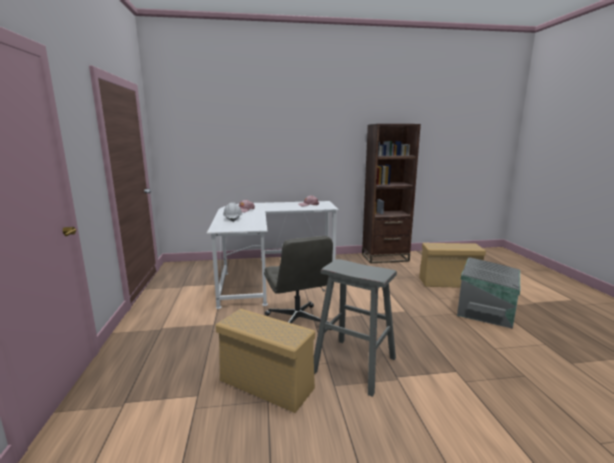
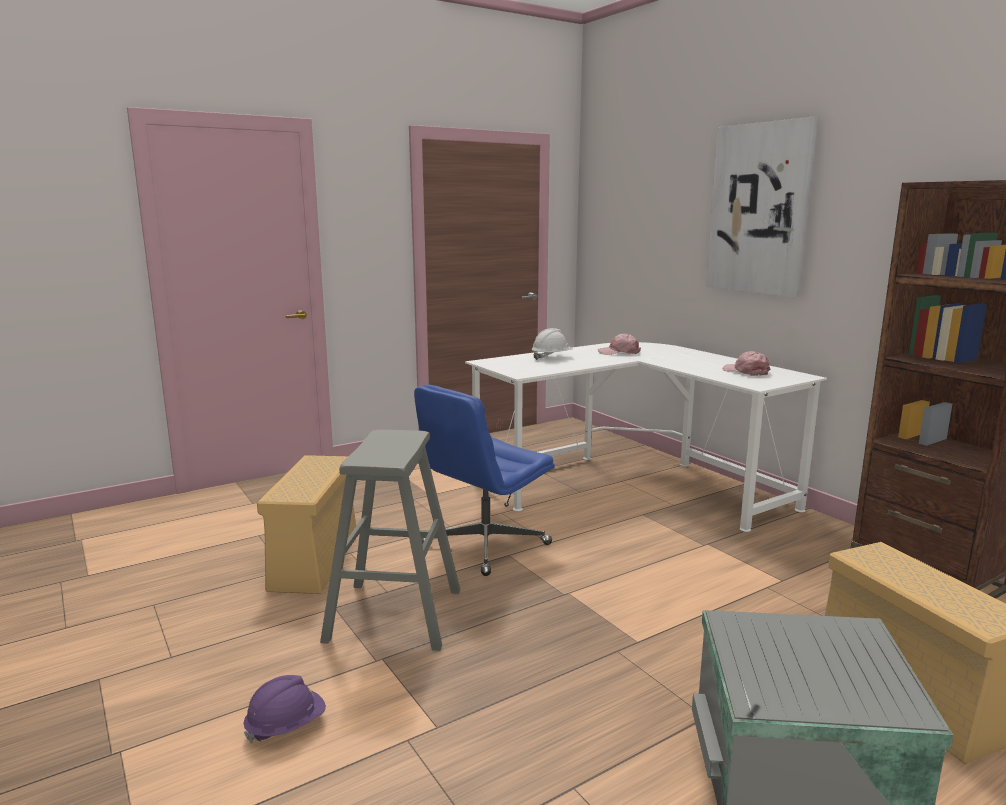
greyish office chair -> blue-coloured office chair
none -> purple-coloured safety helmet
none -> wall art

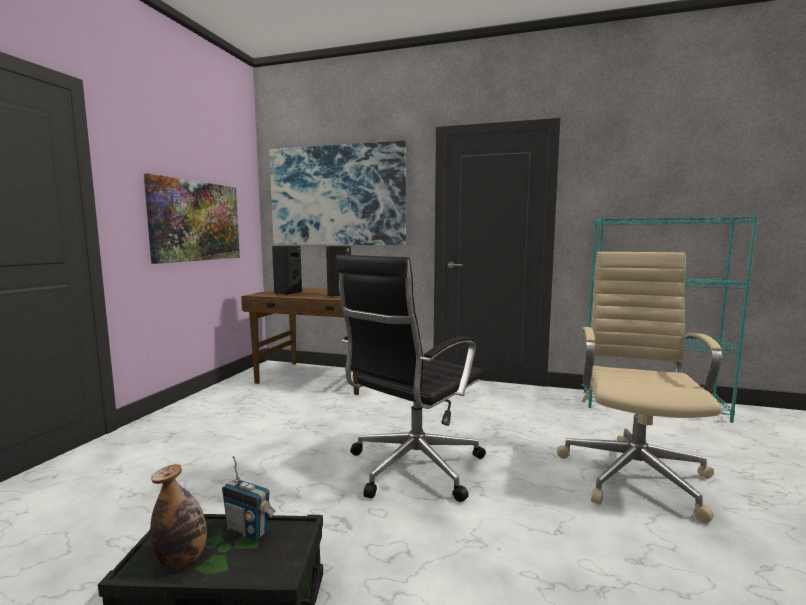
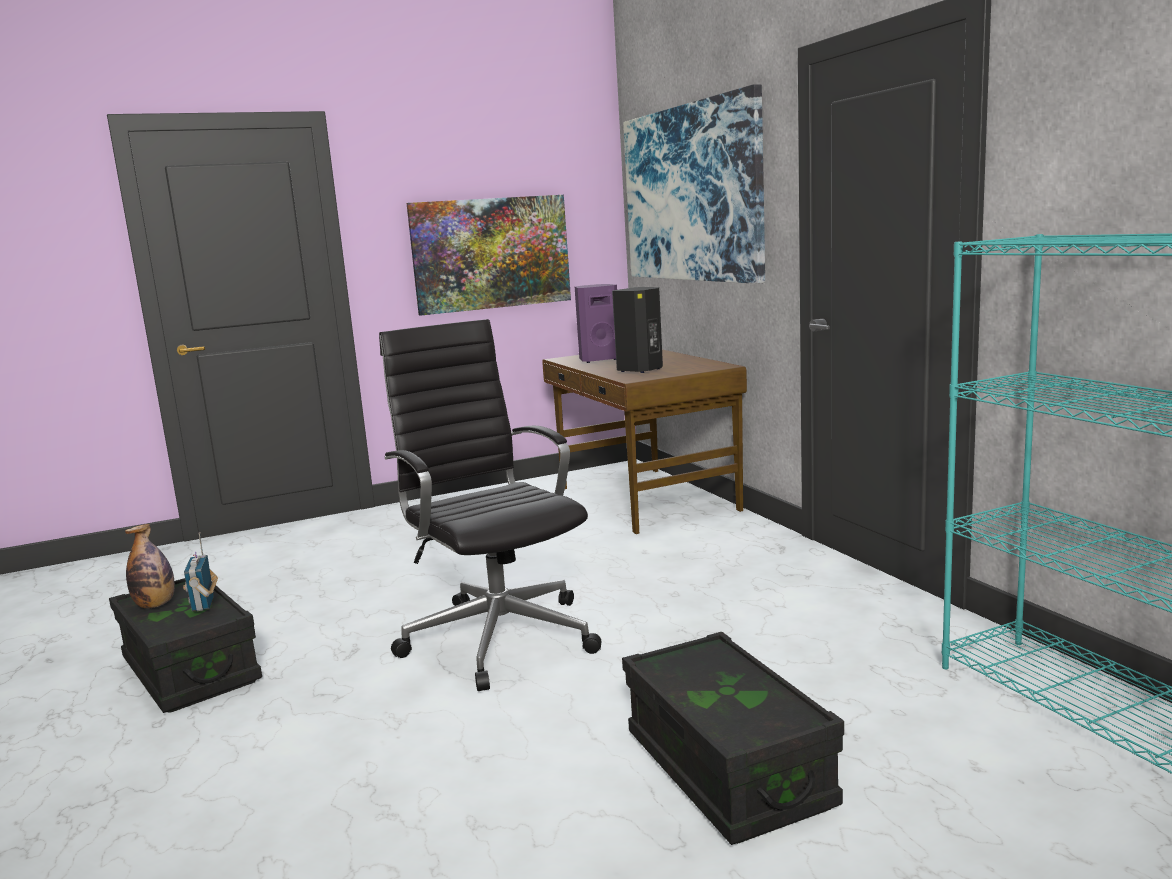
black speaker (1st from left) -> purple-coloured speaker
black office chair, 60 degrees clockwise
beige-coloured office chair -> black storage box (2nd from left)

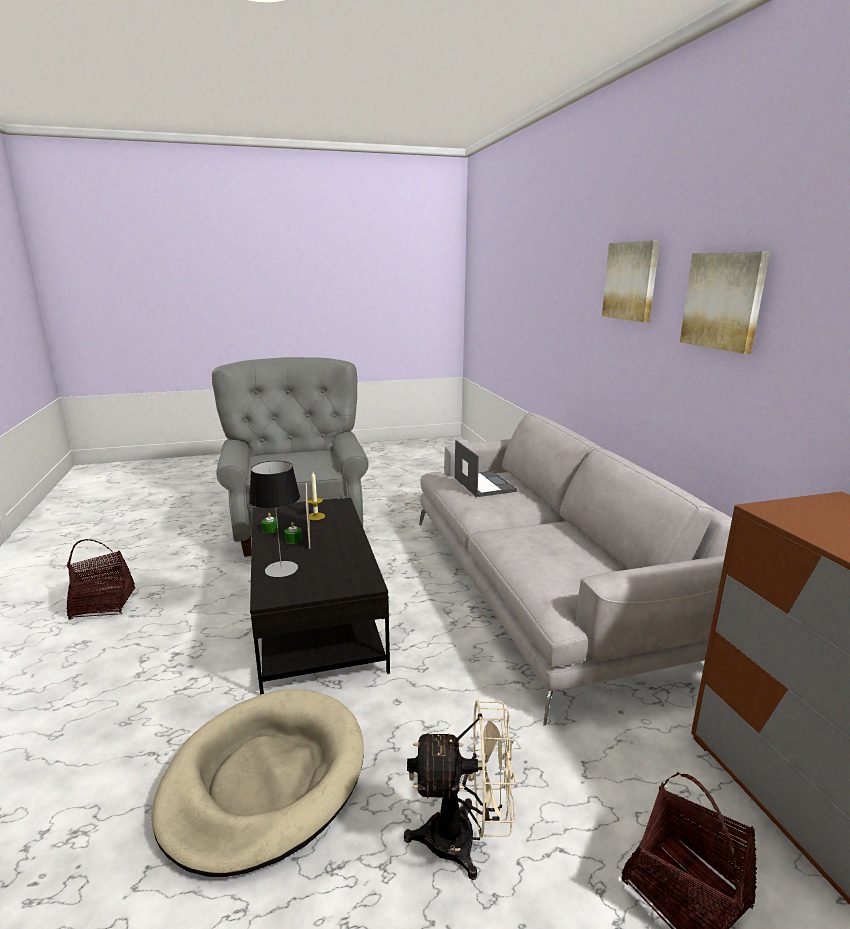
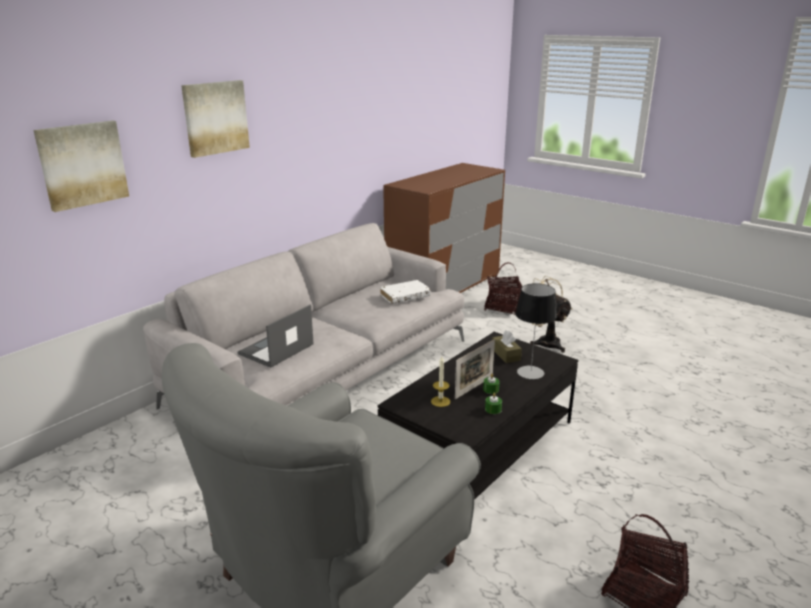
beige-coloured dog bed -> none
wall art (2nd from left in the first image) -> wall art (1st from left), move
none -> white-coloured book
none -> brown tissue holder

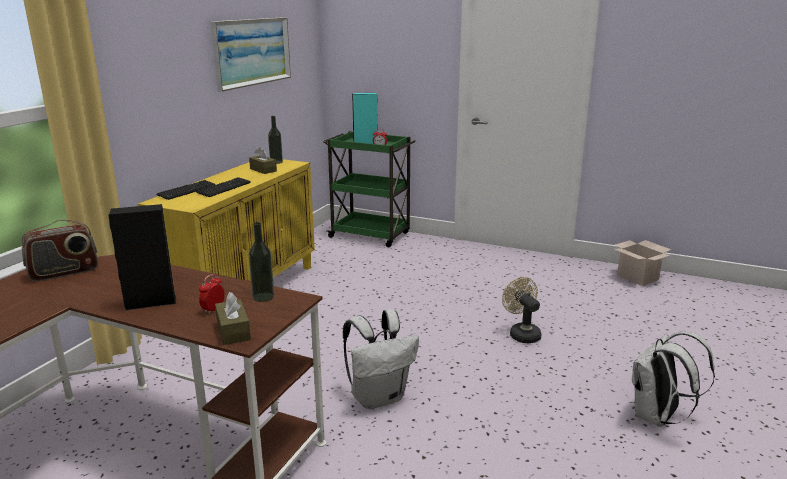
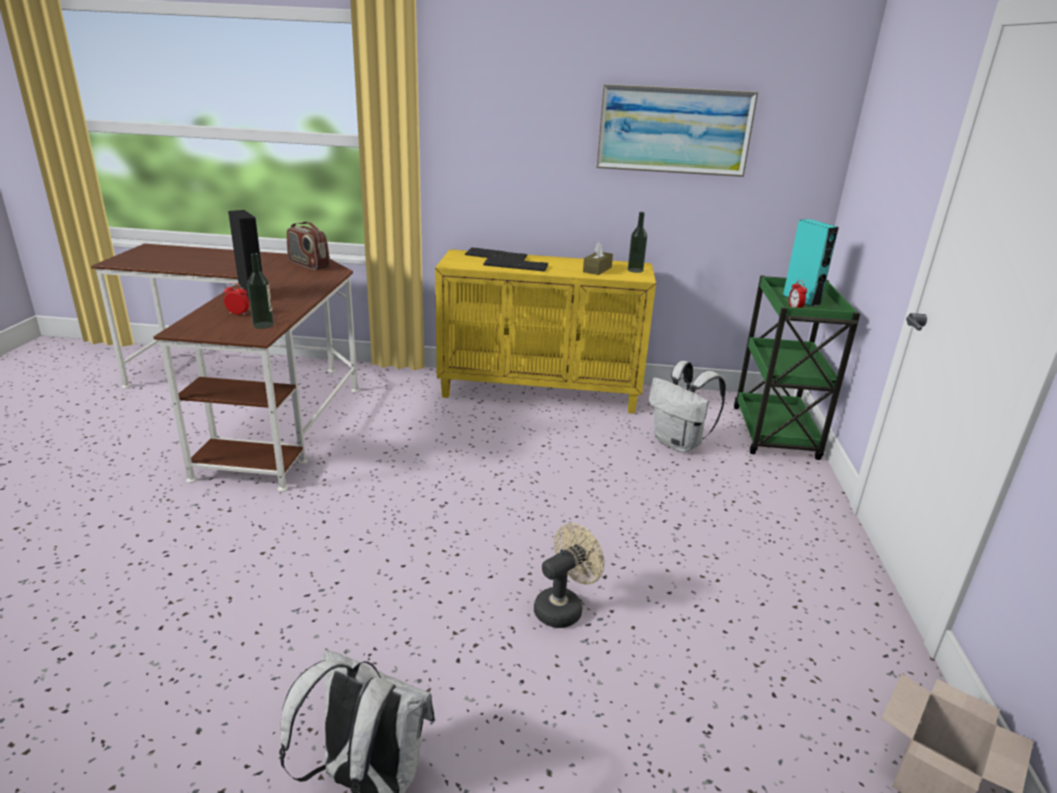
brown tissue holder (1st from left) -> none
white-coloured rucksack (1st from left in the first image) -> white-coloured rucksack (2nd from left), move

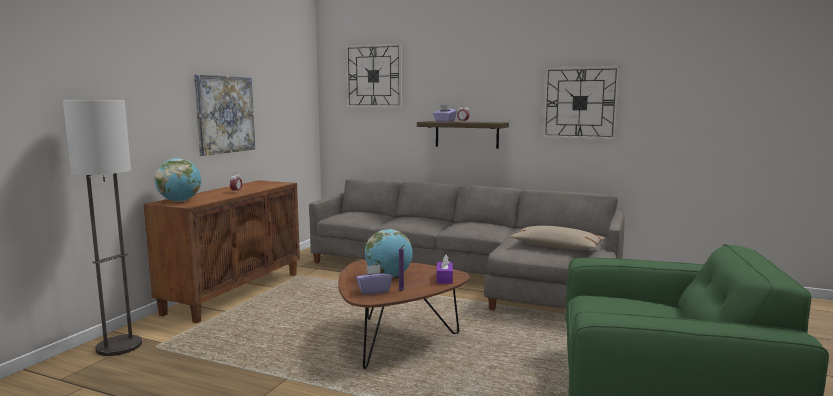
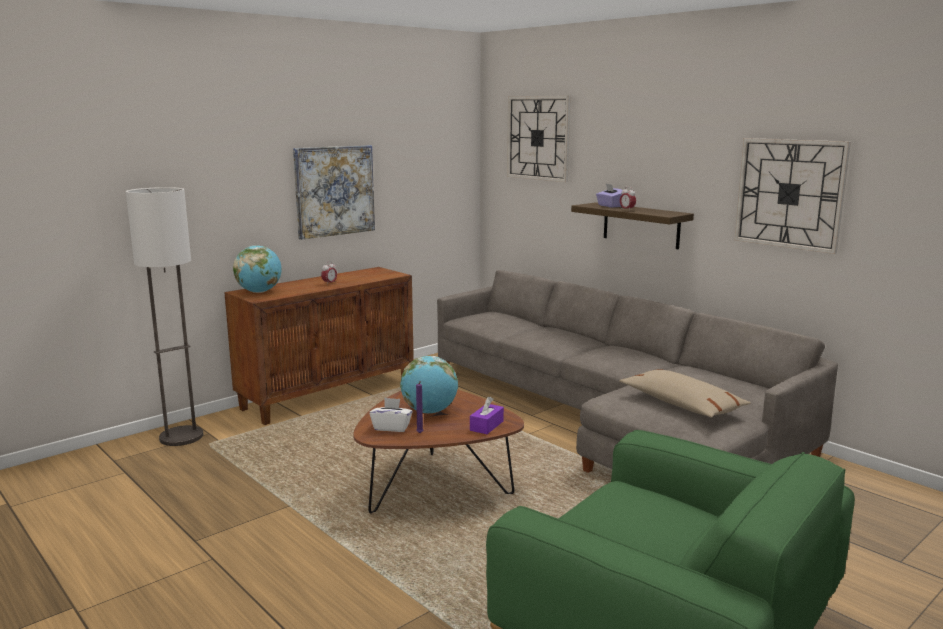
purple-coloured tissue holder (1st from left) -> white-coloured tissue holder

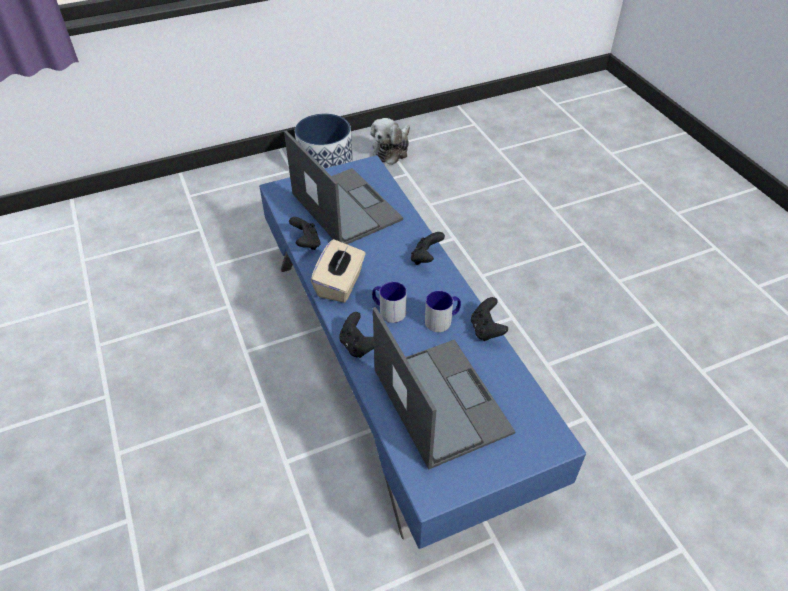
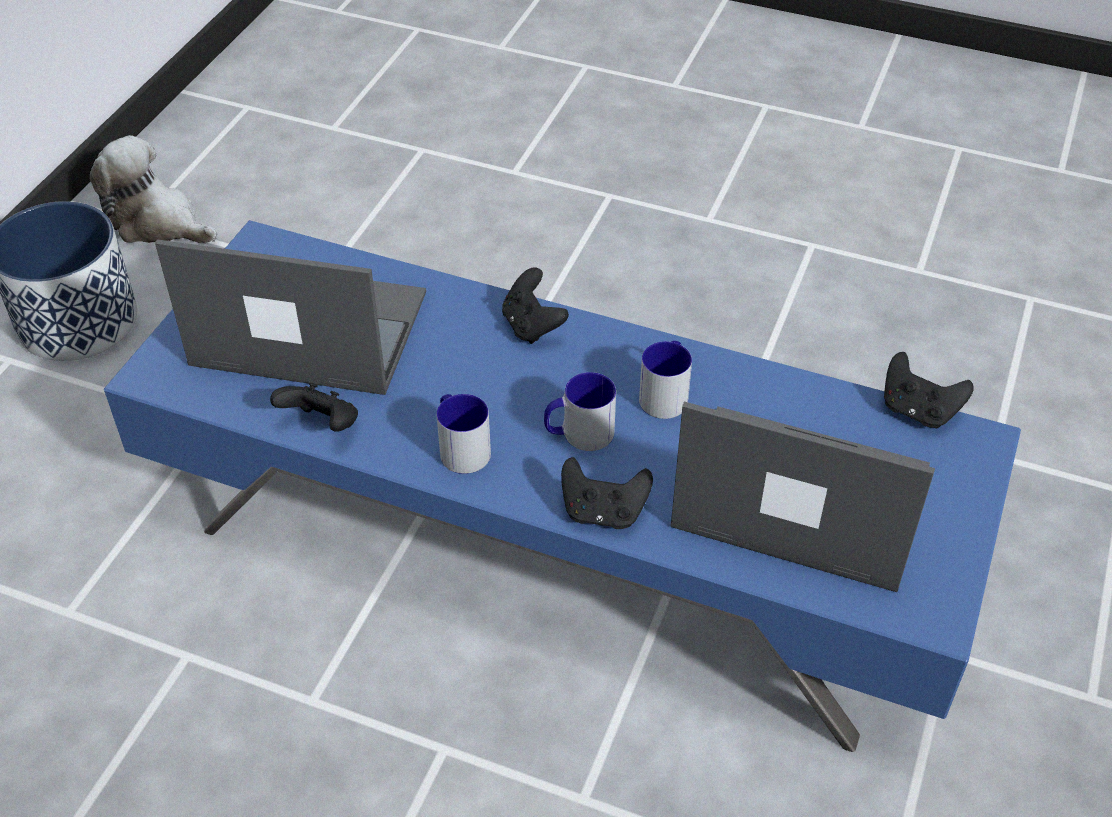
beige-coloured tissue holder -> tea mug (1st from left)
cuddly toy, 135 degrees clockwise
black gamepad (4th from left), move

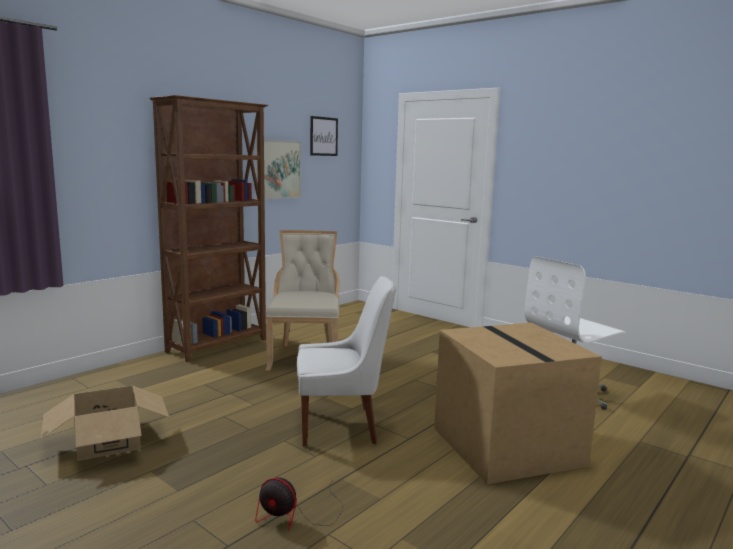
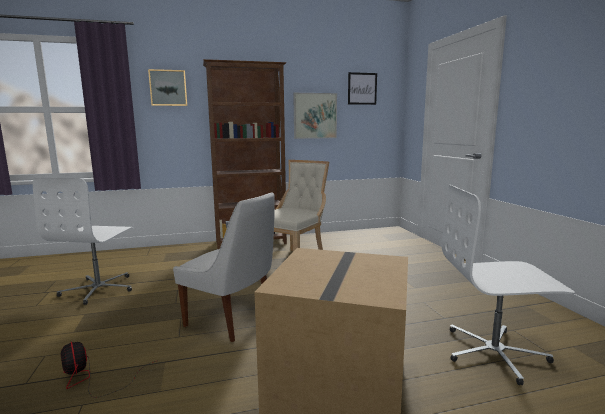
carton (1st from left) -> white-coloured office chair (1st from left)
none -> wall art (1st from left)

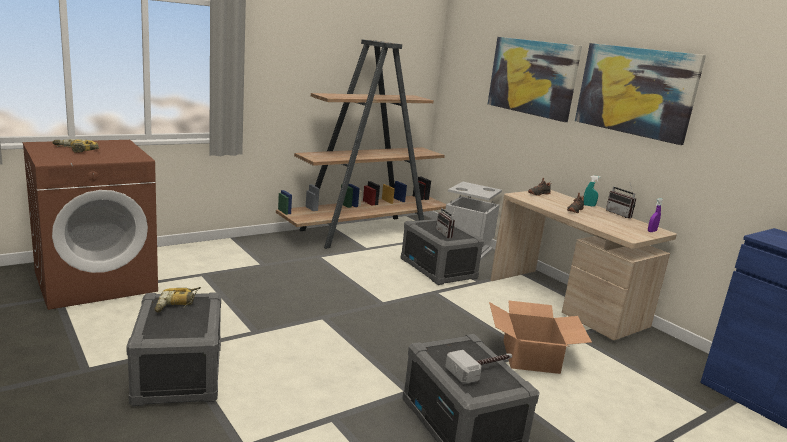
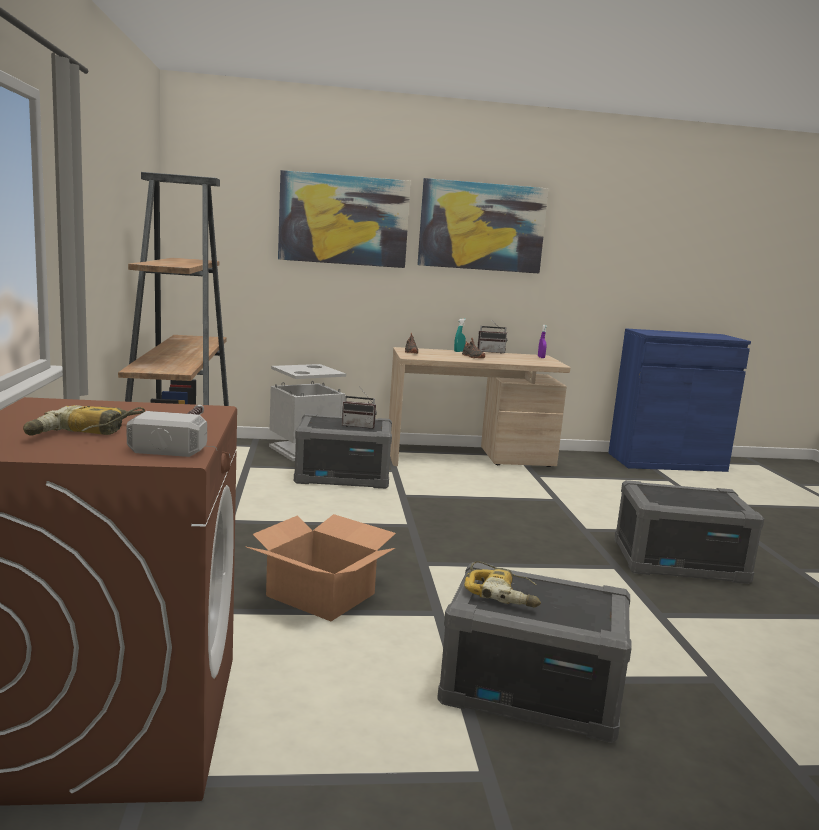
tool hammer, move
carton, move

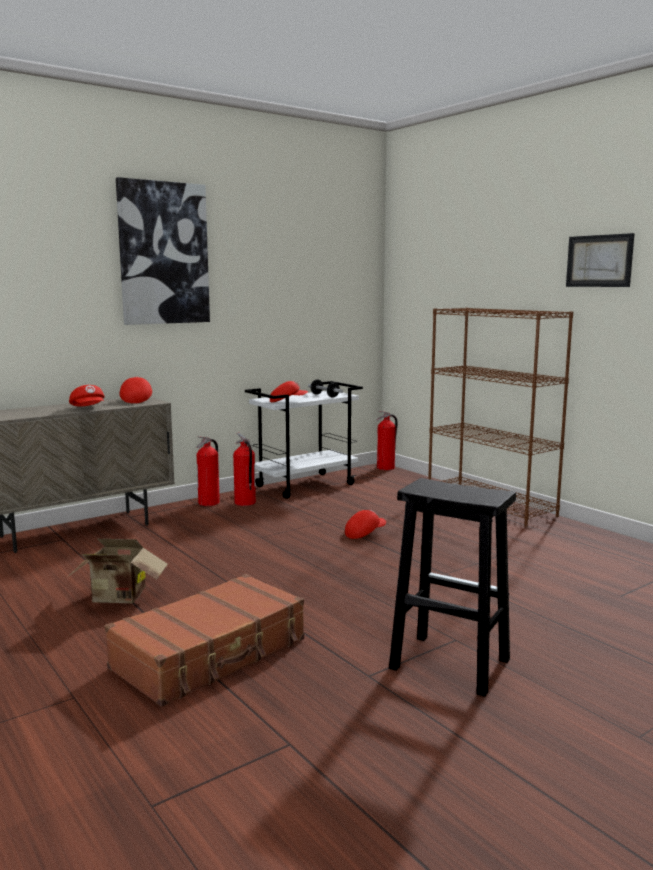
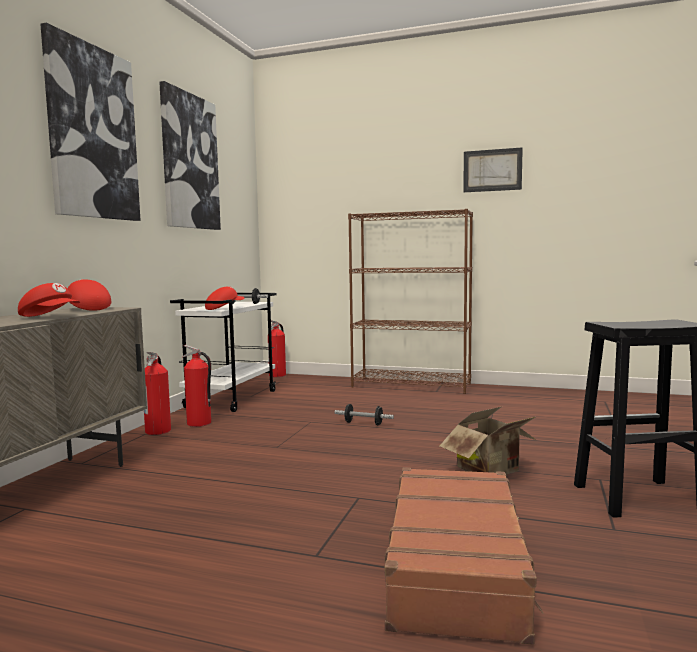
carton, move
reddish baseball cap (4th from left) -> hand weight (2nd from left)
none -> wall art (2nd from left)

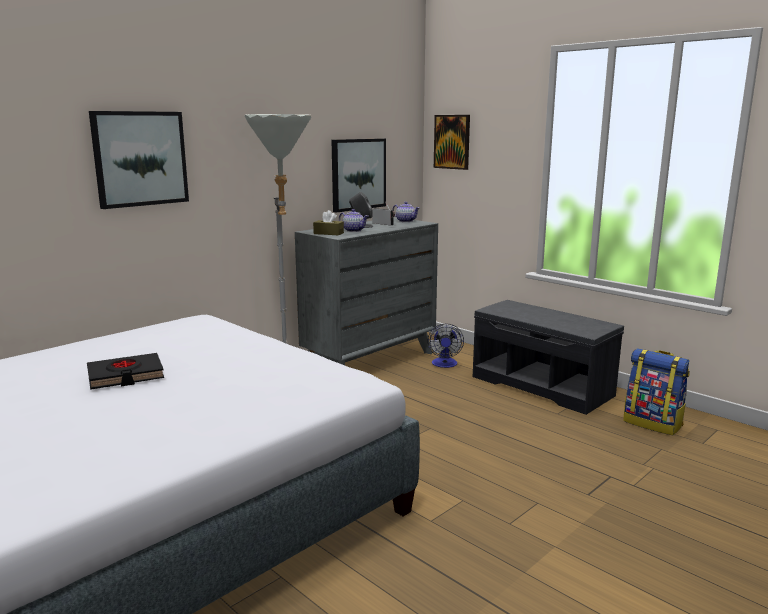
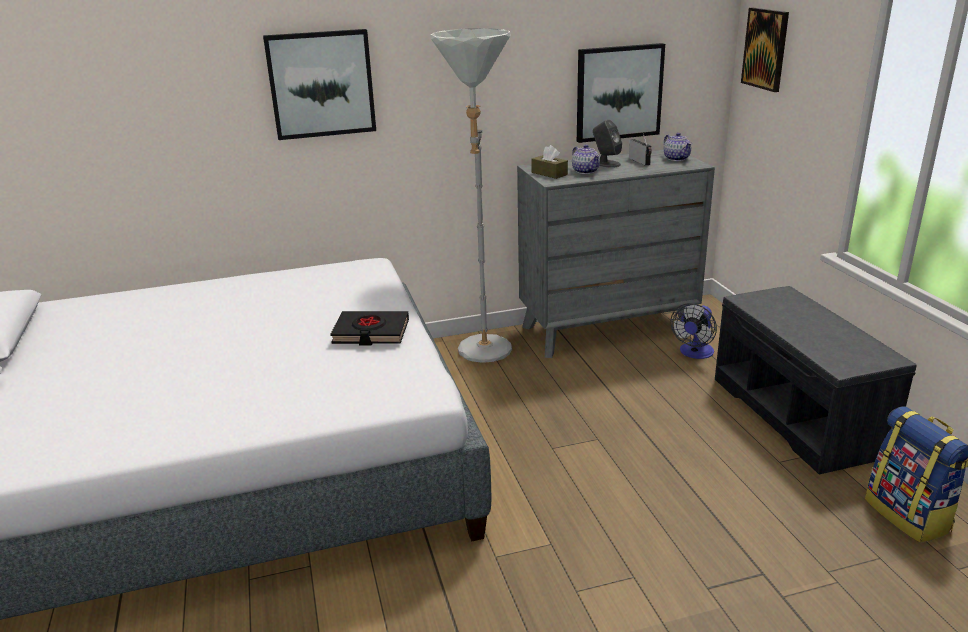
black book, move

